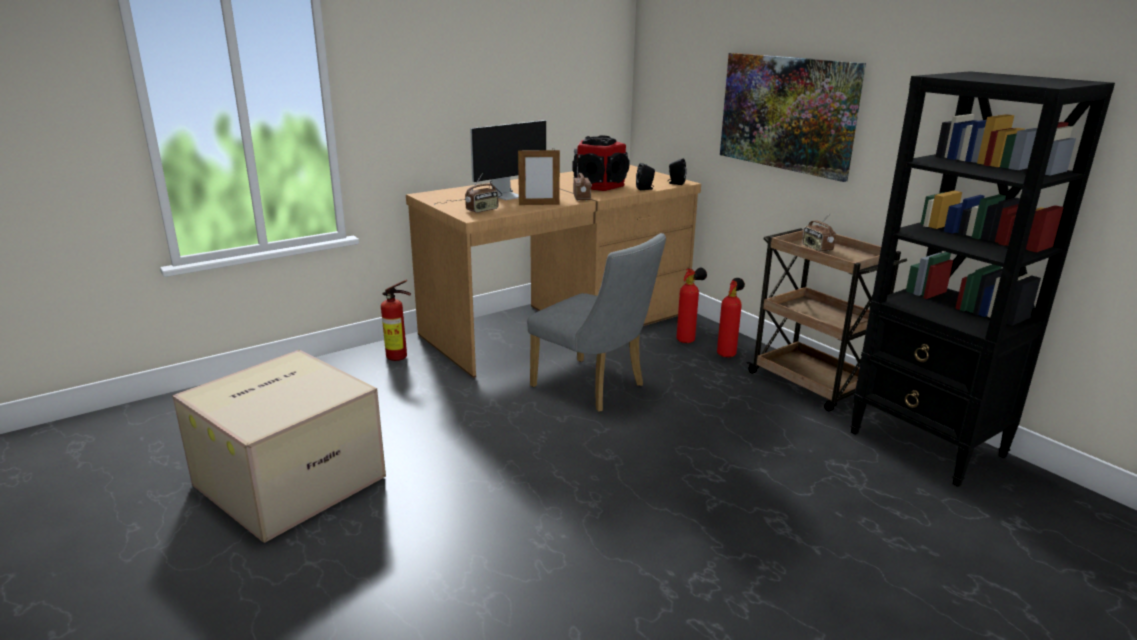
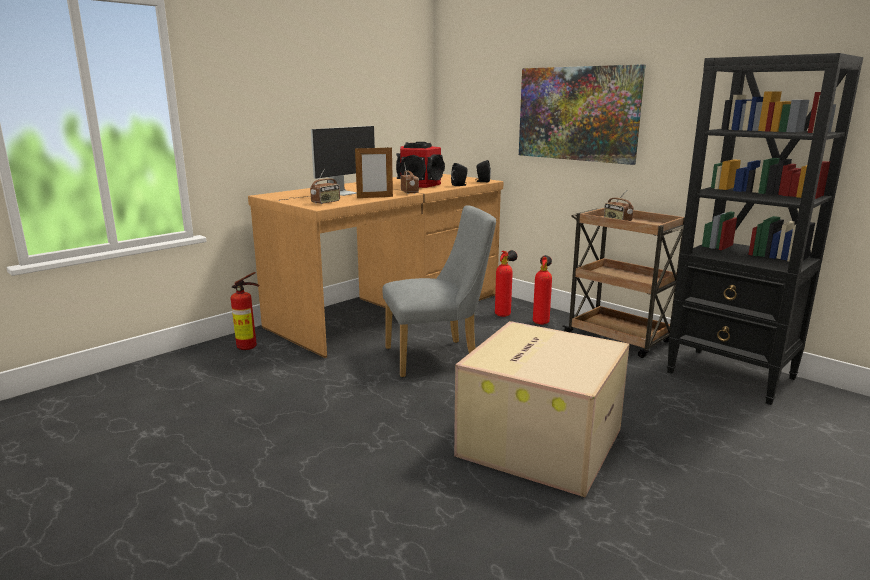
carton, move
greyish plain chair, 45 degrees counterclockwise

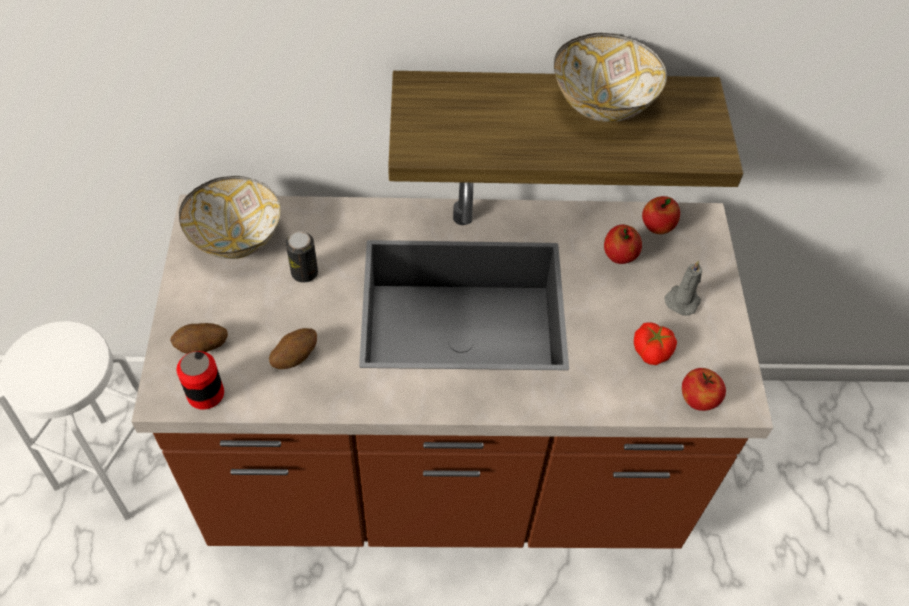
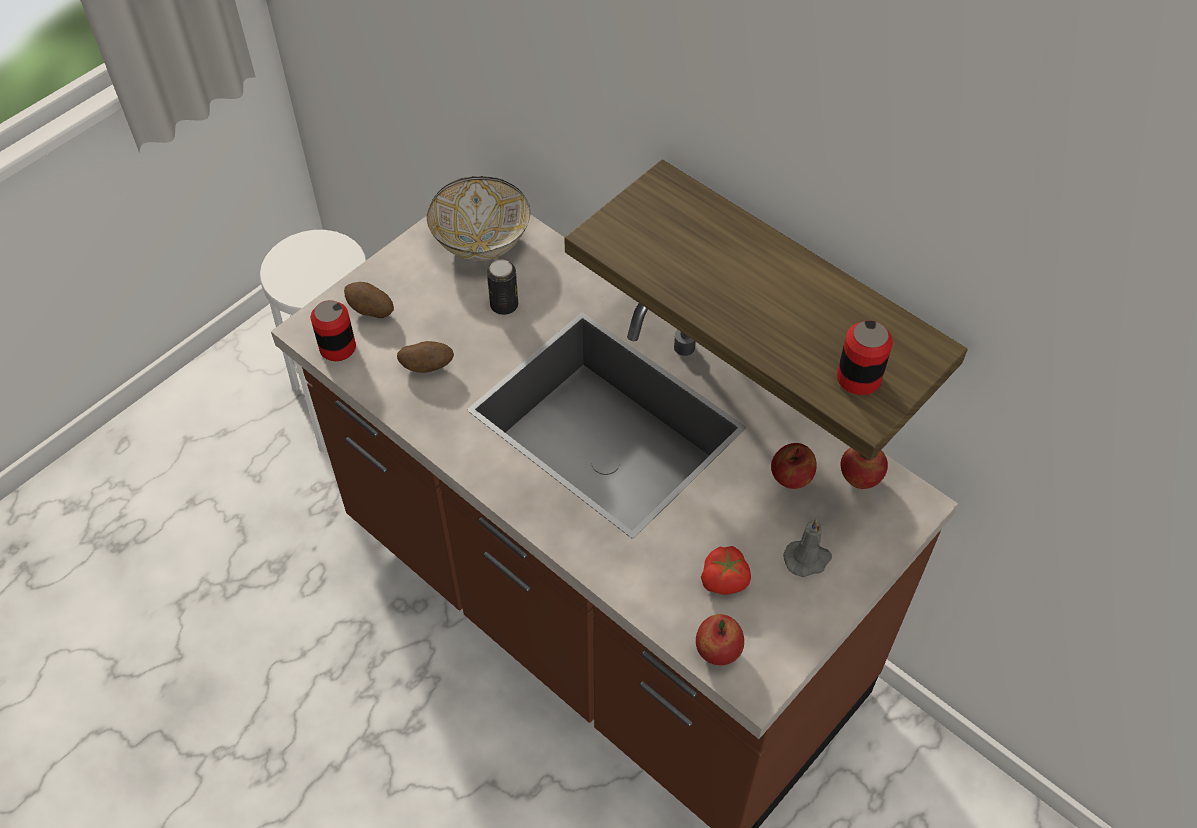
deep dish (2nd from left) -> none
none -> can (3rd from left)

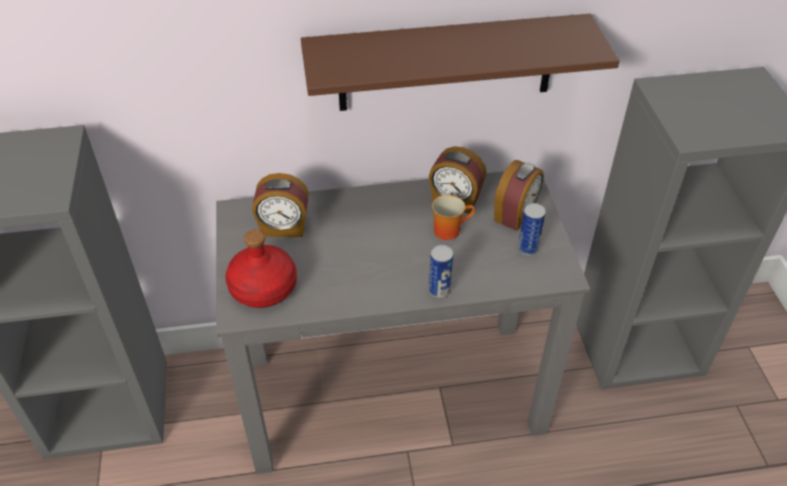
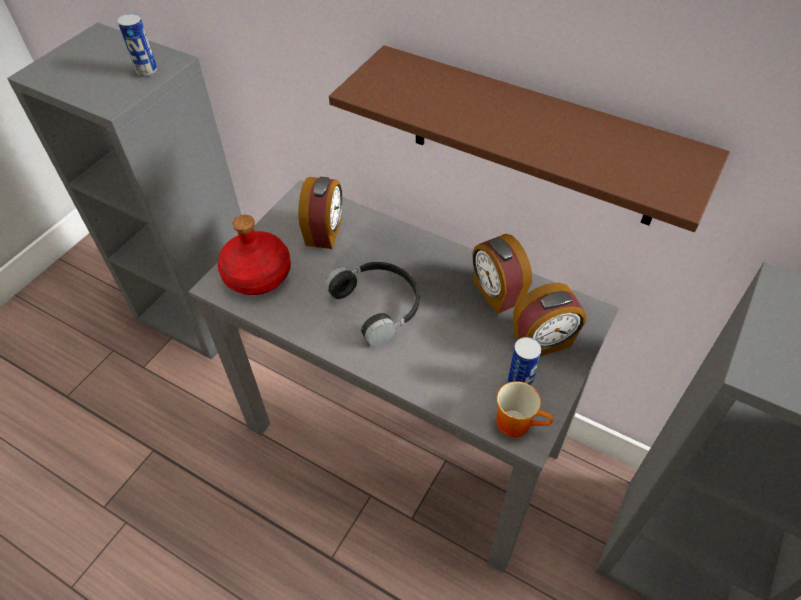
alarm clock (1st from left), 120 degrees counterclockwise
can (1st from left), move
tea mug, move
none -> black headphones

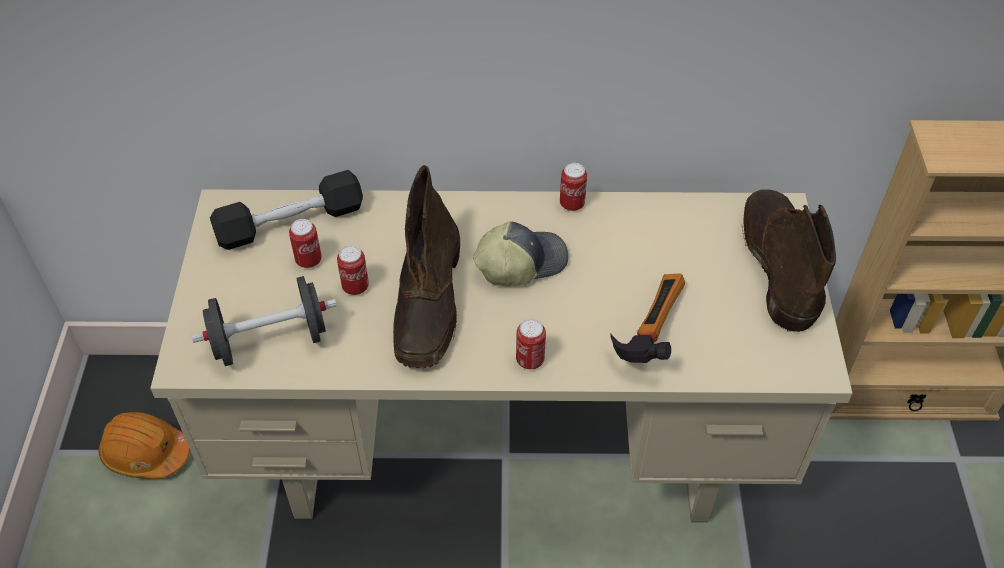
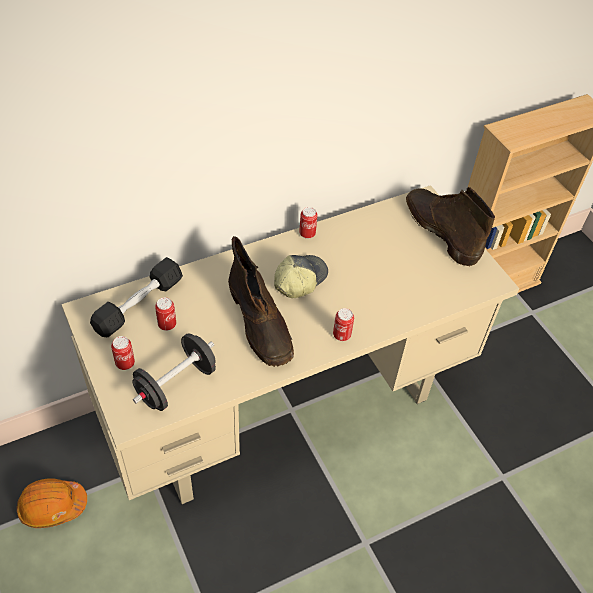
can (2nd from left in the first image) -> can (1st from left), move
tool hammer -> none

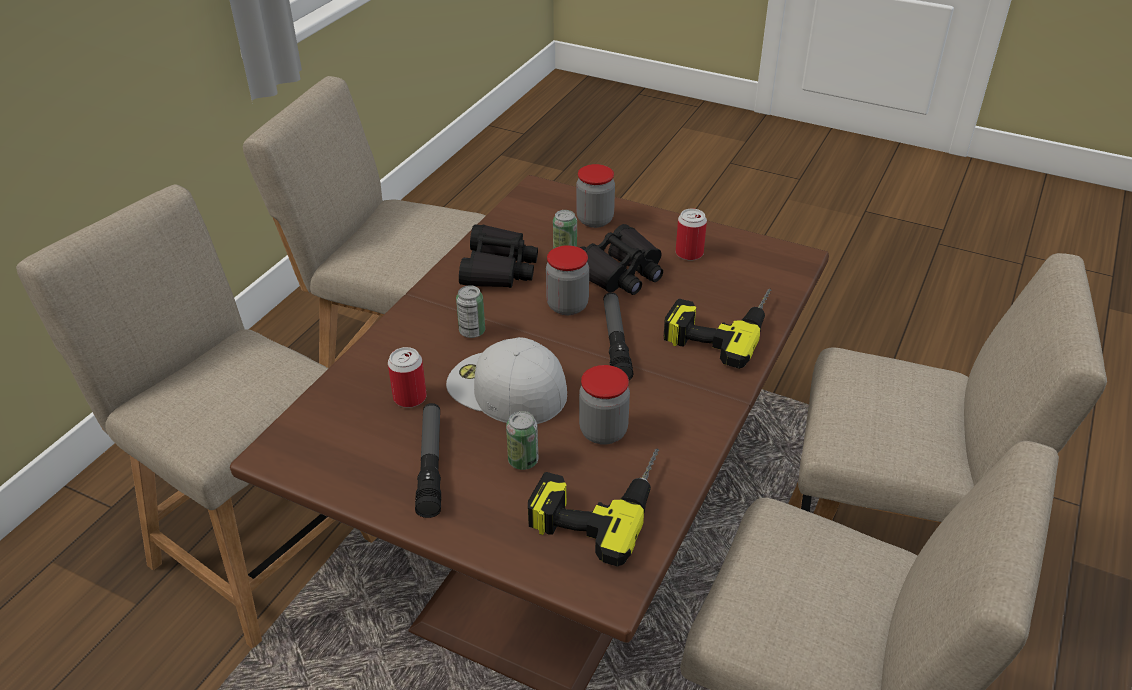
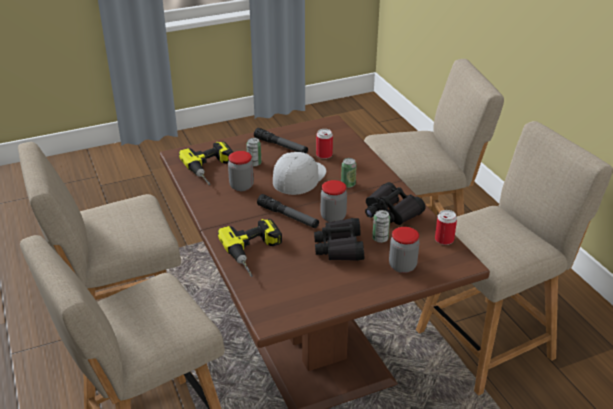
white-coloured baseball cap, 45 degrees counterclockwise
can (5th from left), move

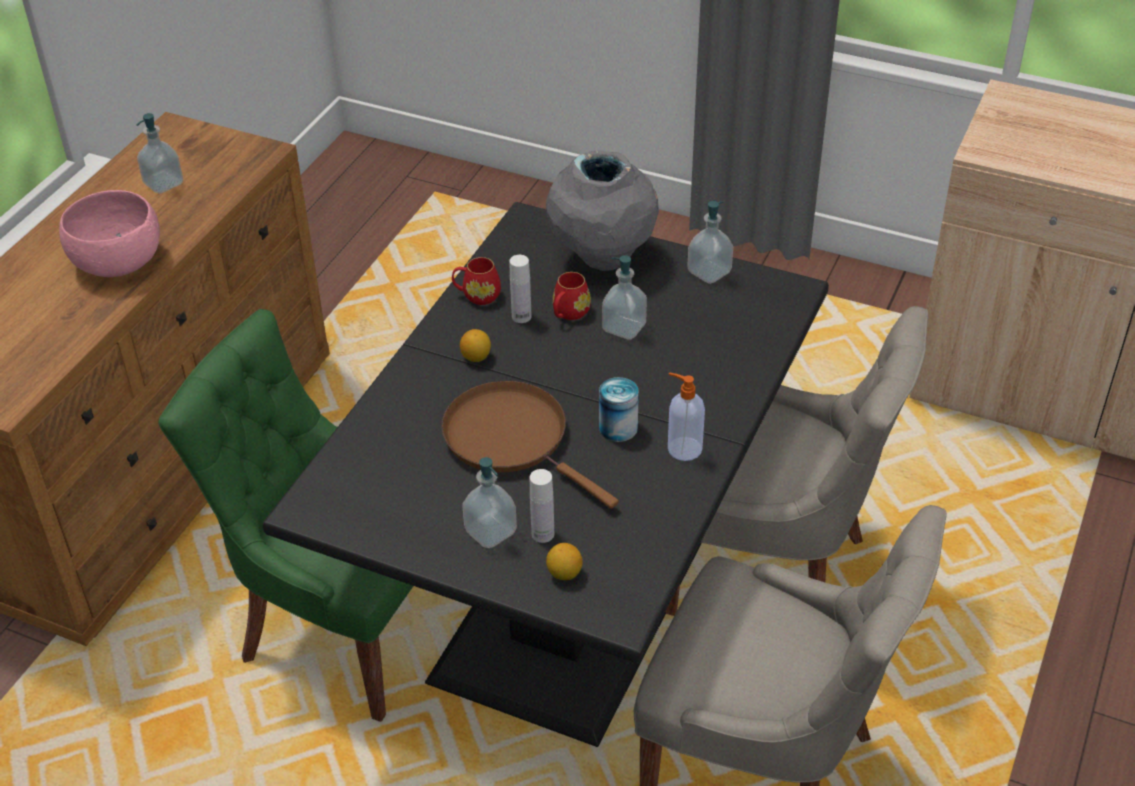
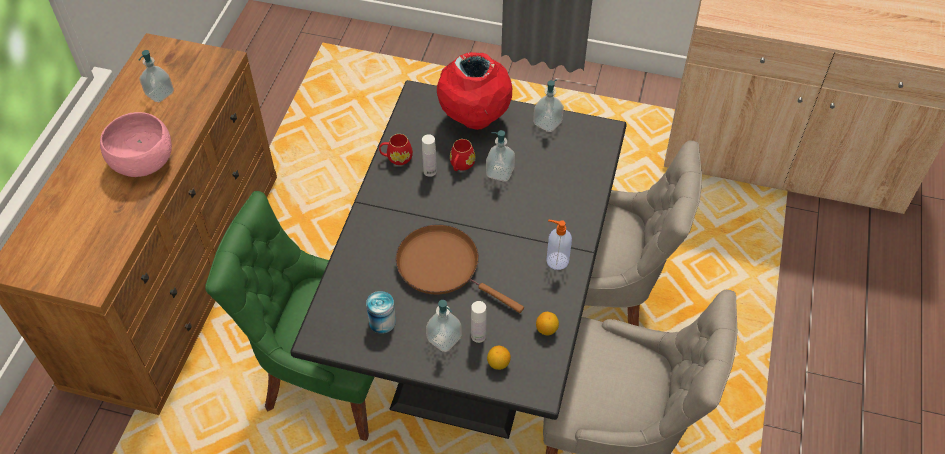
lemon (1st from left in the first image) -> lemon (2nd from left), move
greyish vase -> reddish vase
can, move

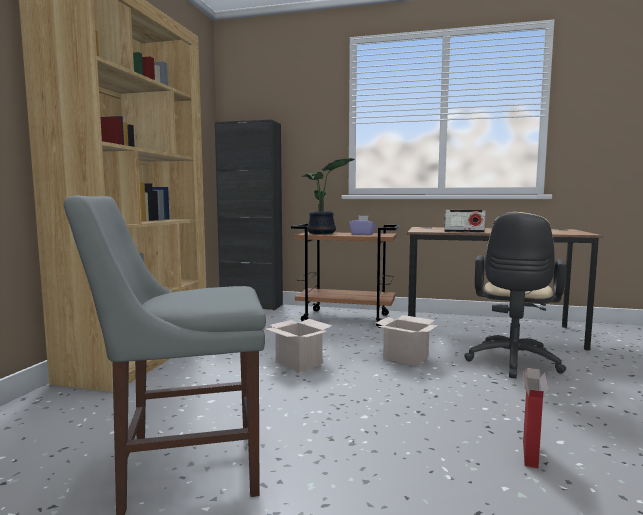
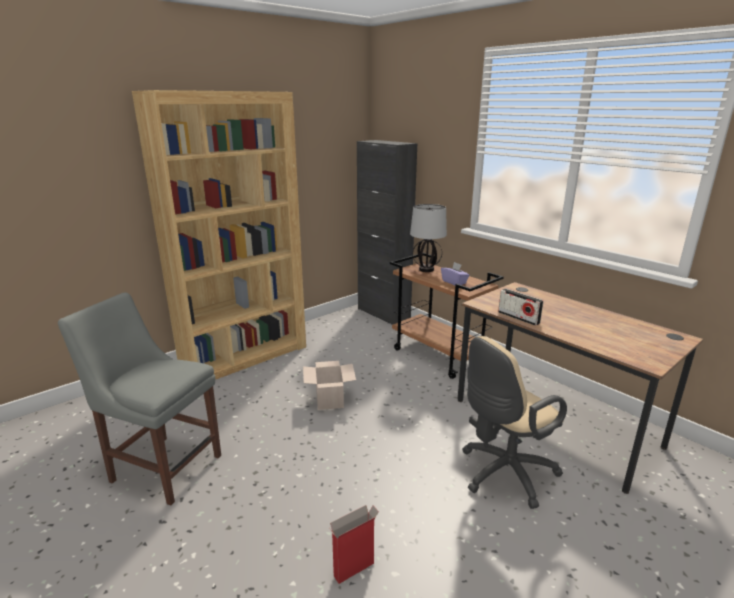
plant in a pot -> table lamp
carton (2nd from left) -> none

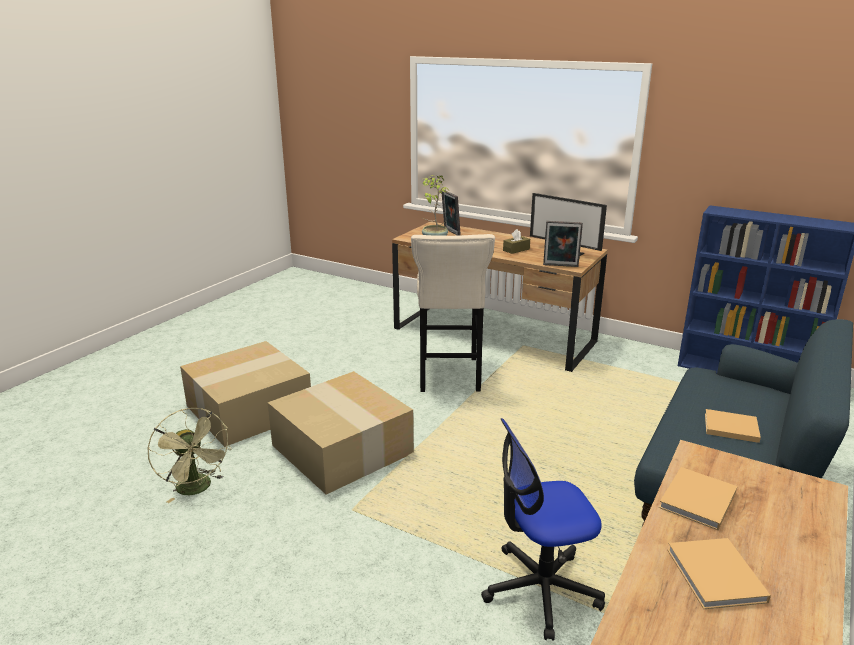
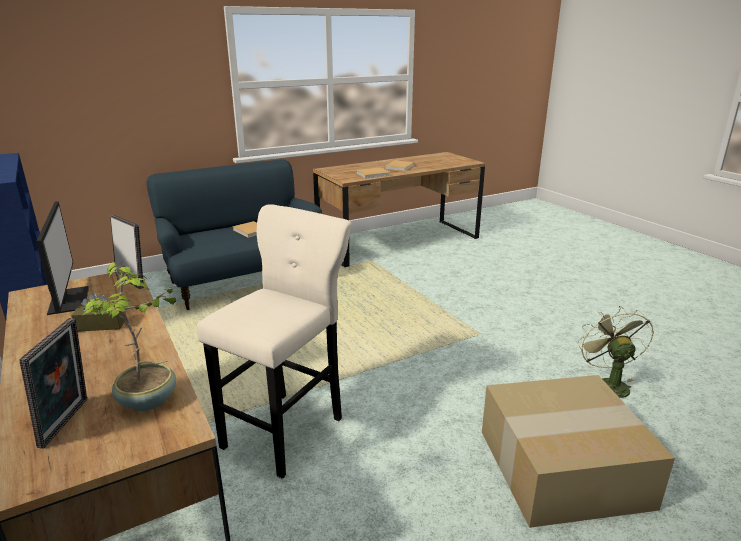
carton (2nd from left) -> none
office chair -> none

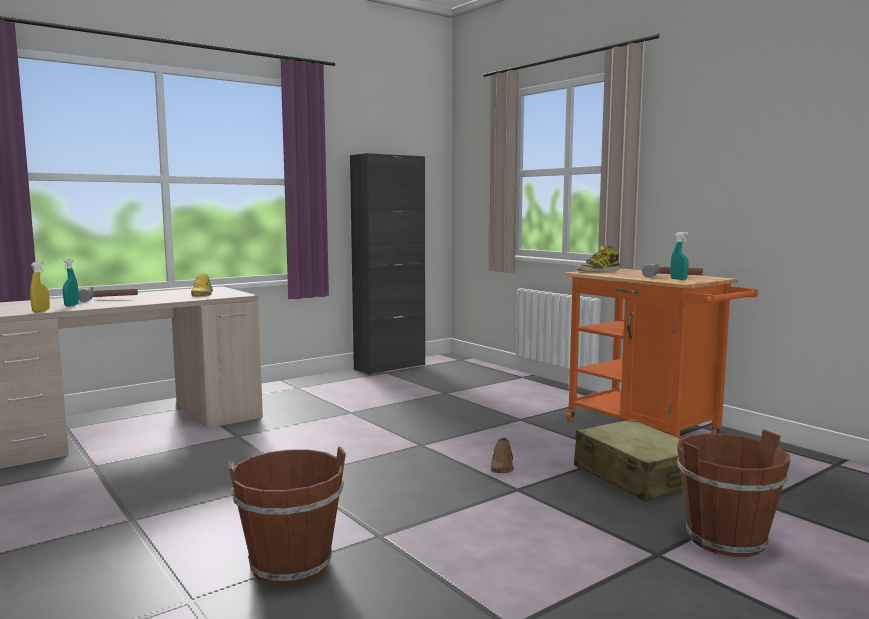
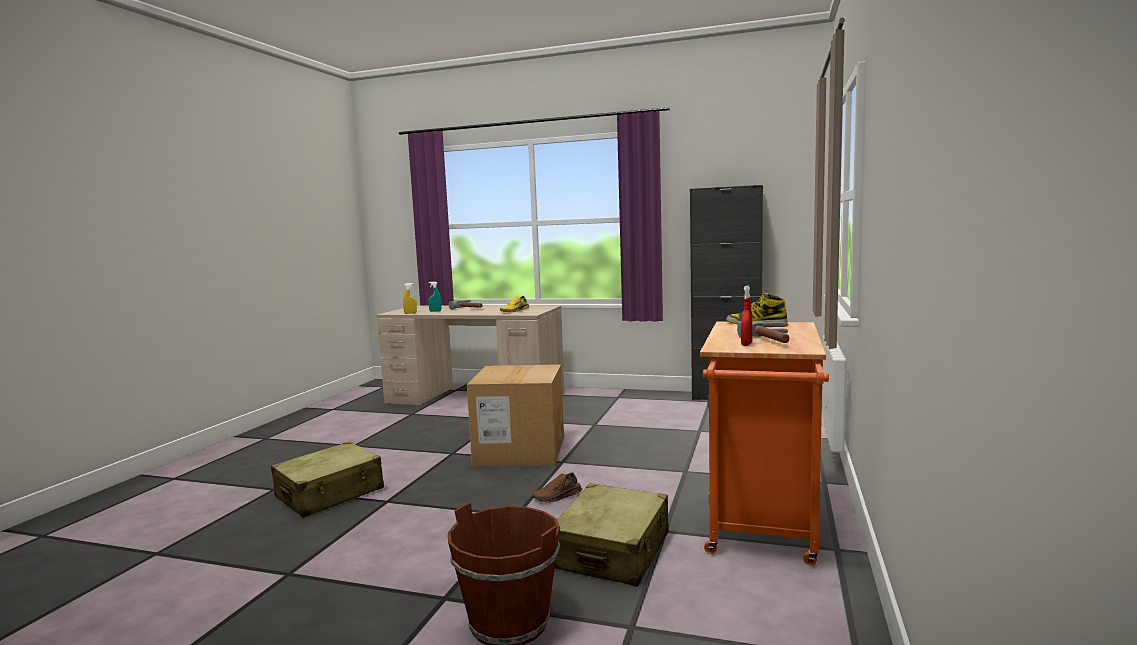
brown water bucket (1st from left) -> beige-coloured travel case (1st from left)
turquoise sprayer (2nd from left) -> reddish sprayer
none -> carton

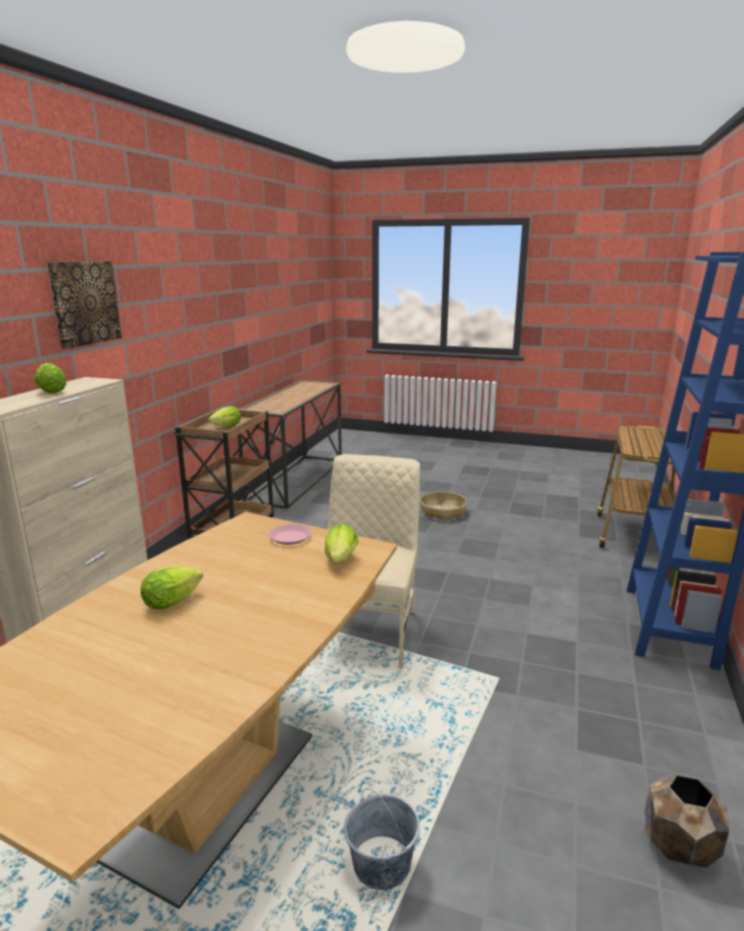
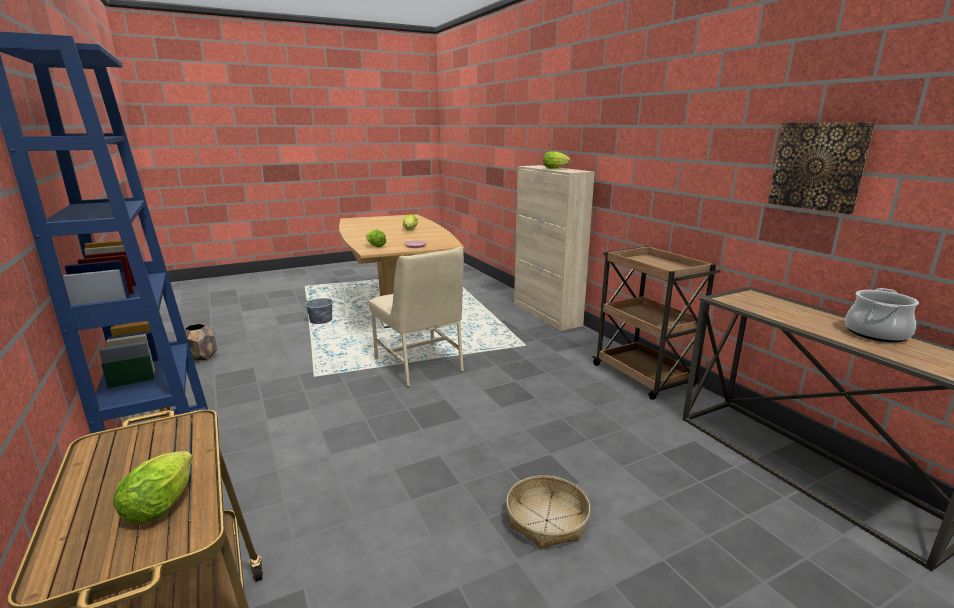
wall art, move
head of lettuce (3rd from left in the first image) -> head of lettuce (1st from left), move
none -> stockpot

